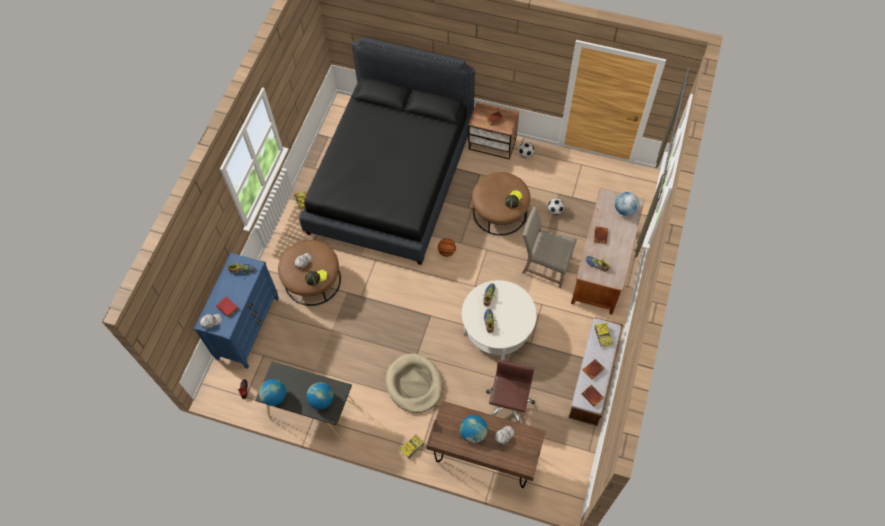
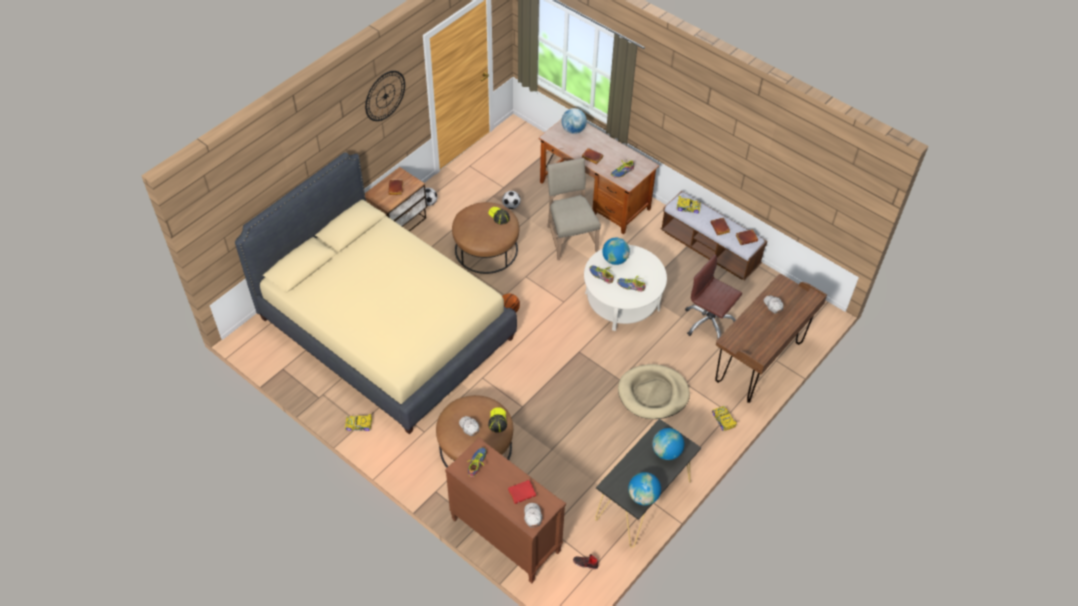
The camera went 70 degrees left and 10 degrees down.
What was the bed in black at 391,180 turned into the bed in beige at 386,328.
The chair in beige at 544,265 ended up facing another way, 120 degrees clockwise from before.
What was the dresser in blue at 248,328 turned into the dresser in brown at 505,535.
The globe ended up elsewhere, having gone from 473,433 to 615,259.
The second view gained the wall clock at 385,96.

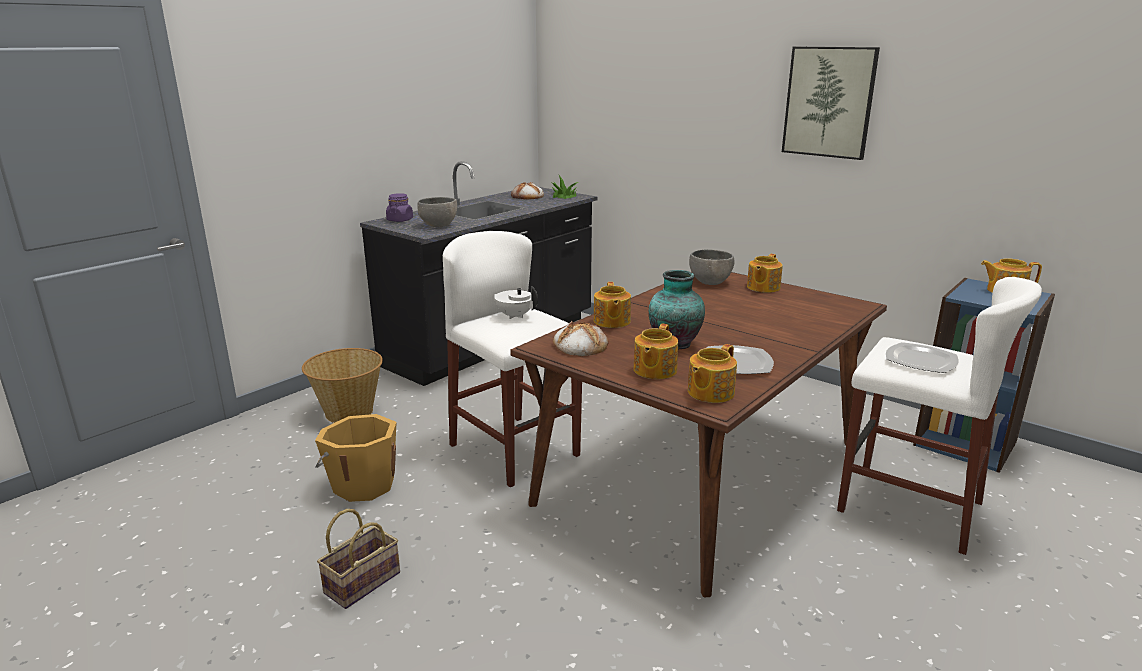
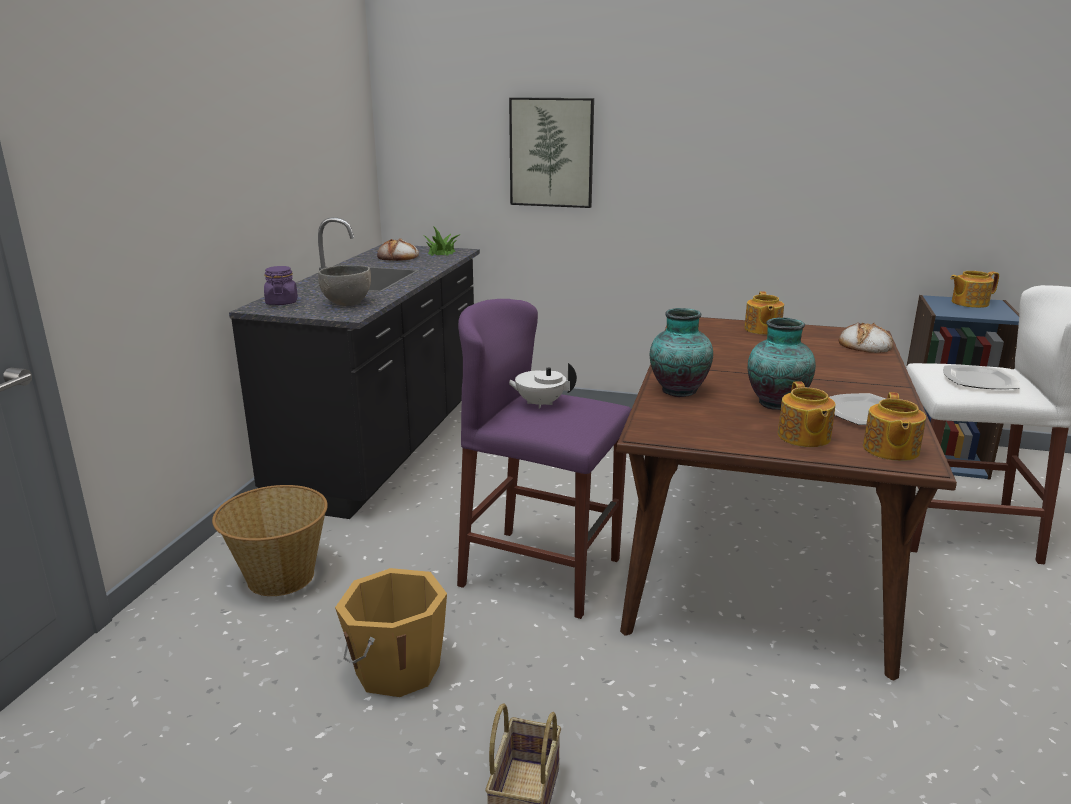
The camera went 25 degrees left and 0 degrees up.
The picture ended up elsewhere, having gone from 829,102 to 551,152.
What was the stool in white at 514,450 turned into the stool in purple at 541,572.
The second view lost the bowl in grey at 710,282.
Where the teapot stood at 611,321, the vase came to stand at 677,391.
The bread ended up elsewhere, having gone from 580,345 to 864,345.

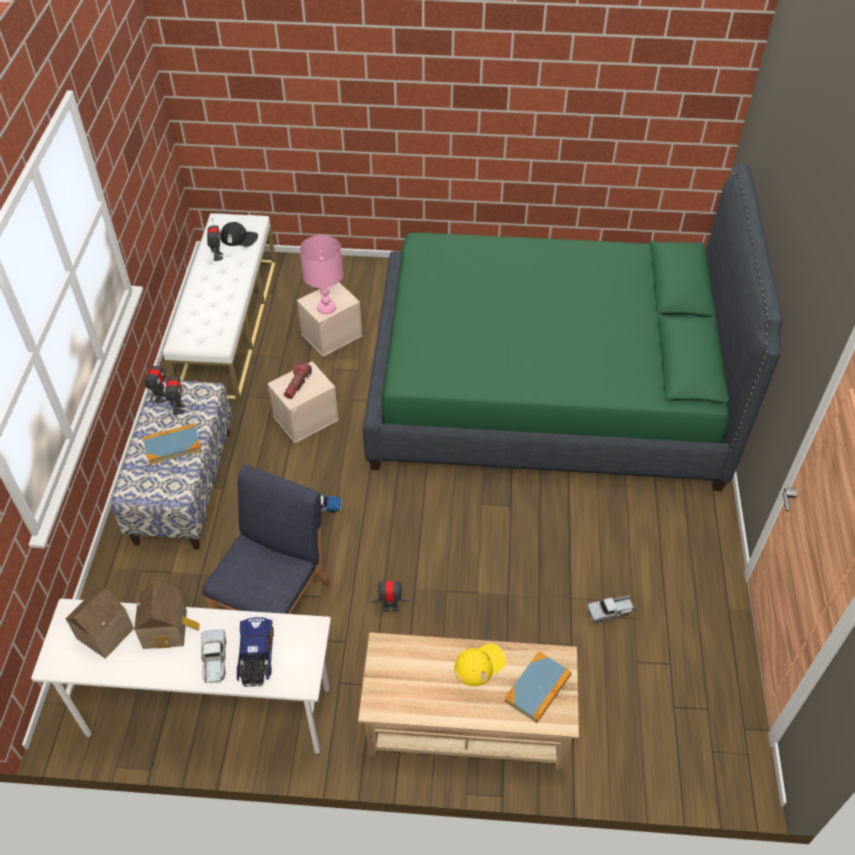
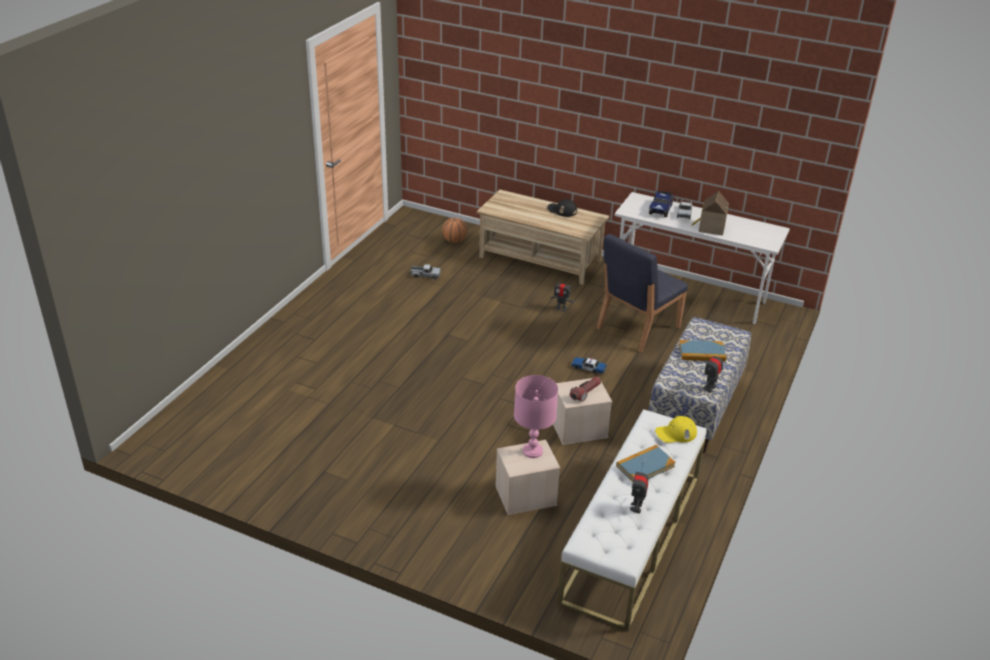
The camera went 160 degrees left and 15 degrees down.
The second view lost the bed in green at 547,389.
The cap in black ended up elsewhere, having gone from 239,238 to 562,210.
The second view lost the toy robot at 178,409.
The second view lost the toy house at 103,632.
The cap in yellow ended up elsewhere, having gone from 479,665 to 675,433.
The book ended up elsewhere, having gone from 537,688 to 645,466.
The second view gained the basketball at 454,241.

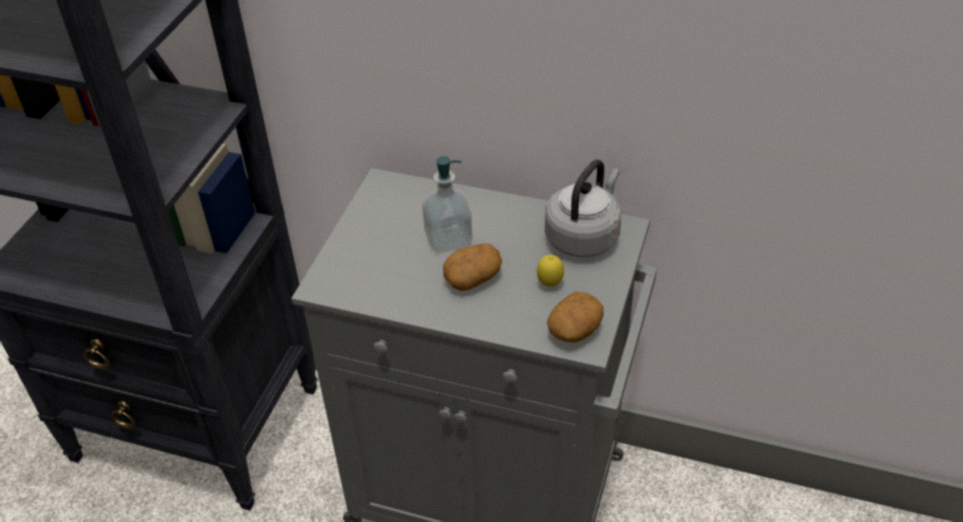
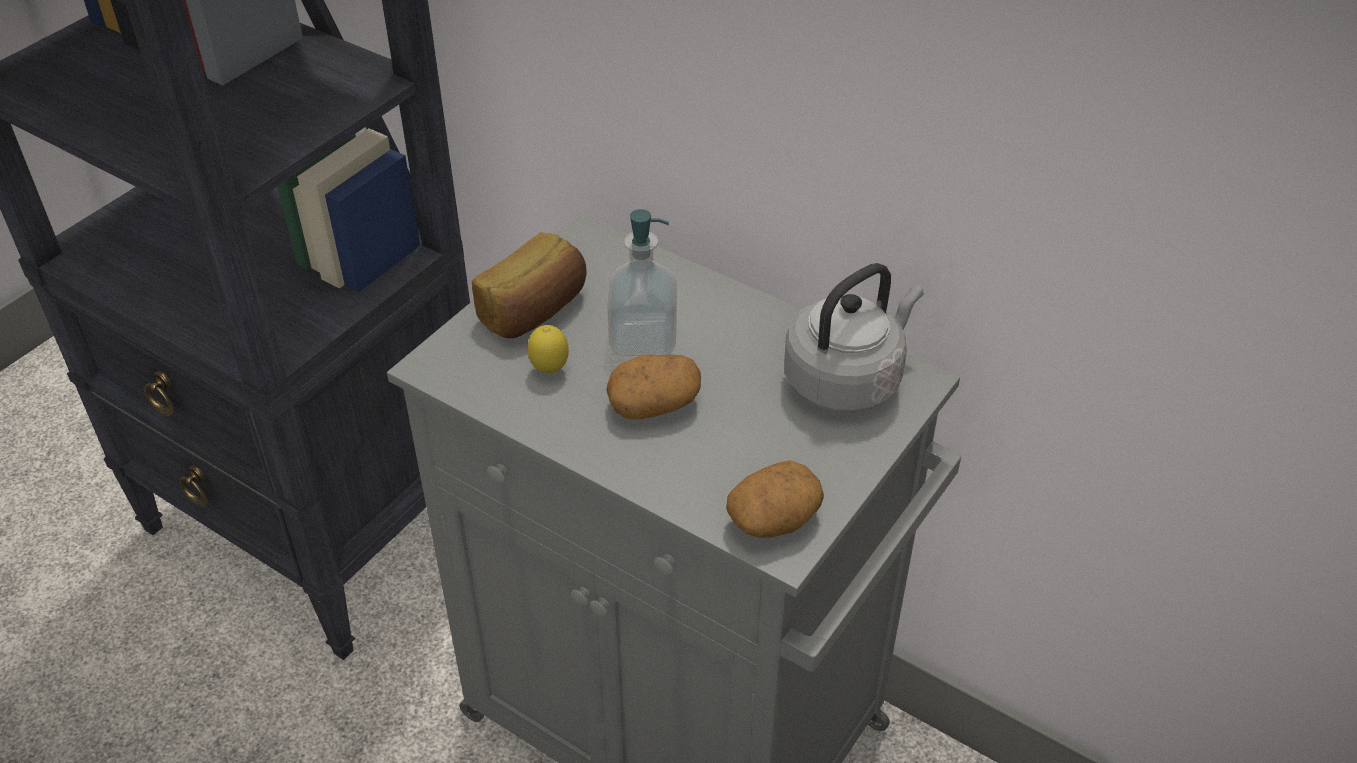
The camera went 15 degrees right and 0 degrees up.
The lemon ended up elsewhere, having gone from 550,284 to 550,370.
The second view gained the bread at 535,310.

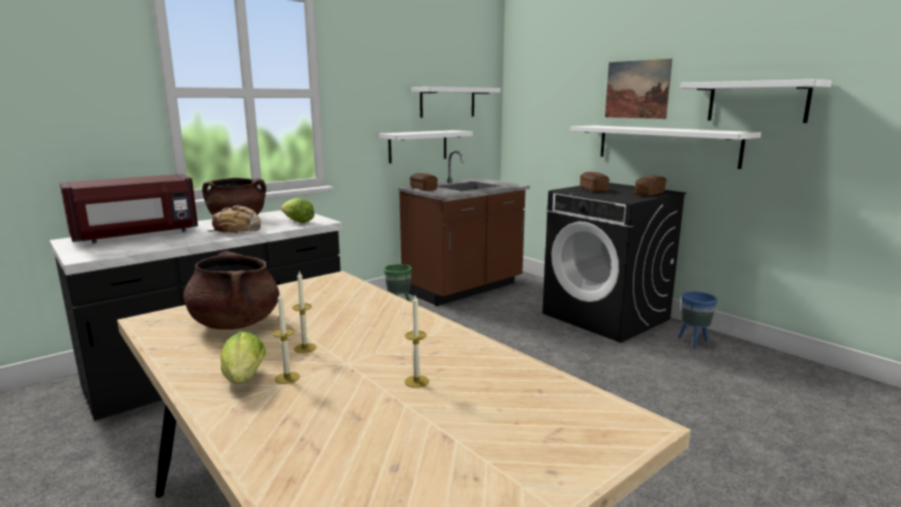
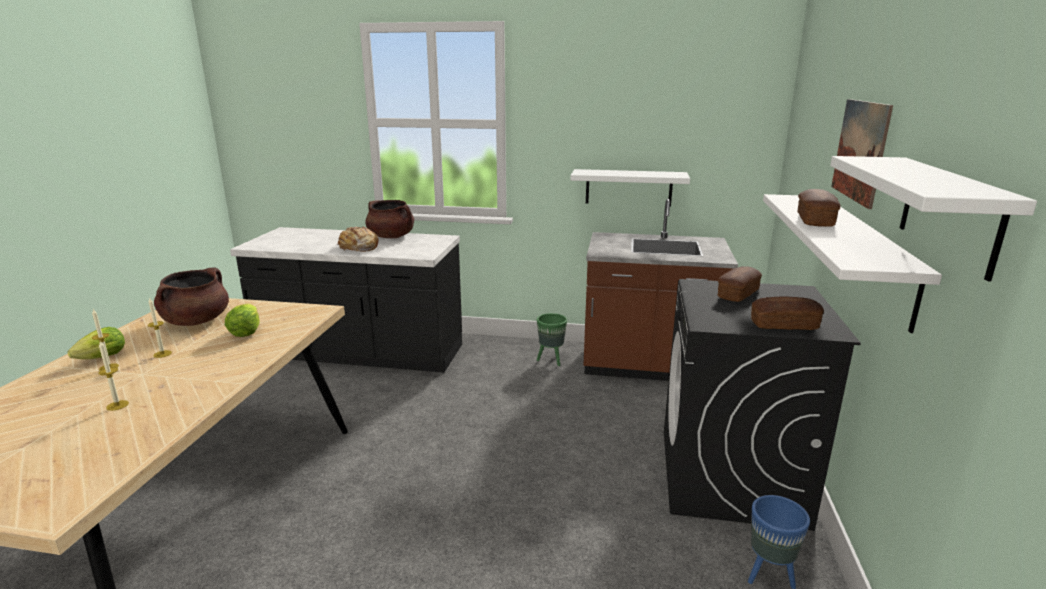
The camera went 50 degrees right and 5 degrees up.
The second view lost the shelf in white at 447,102.
The bread ended up elsewhere, having gone from 423,188 to 815,220.
The second view lost the microwave in red at 137,235.
The lettuce ended up elsewhere, having gone from 298,222 to 246,332.

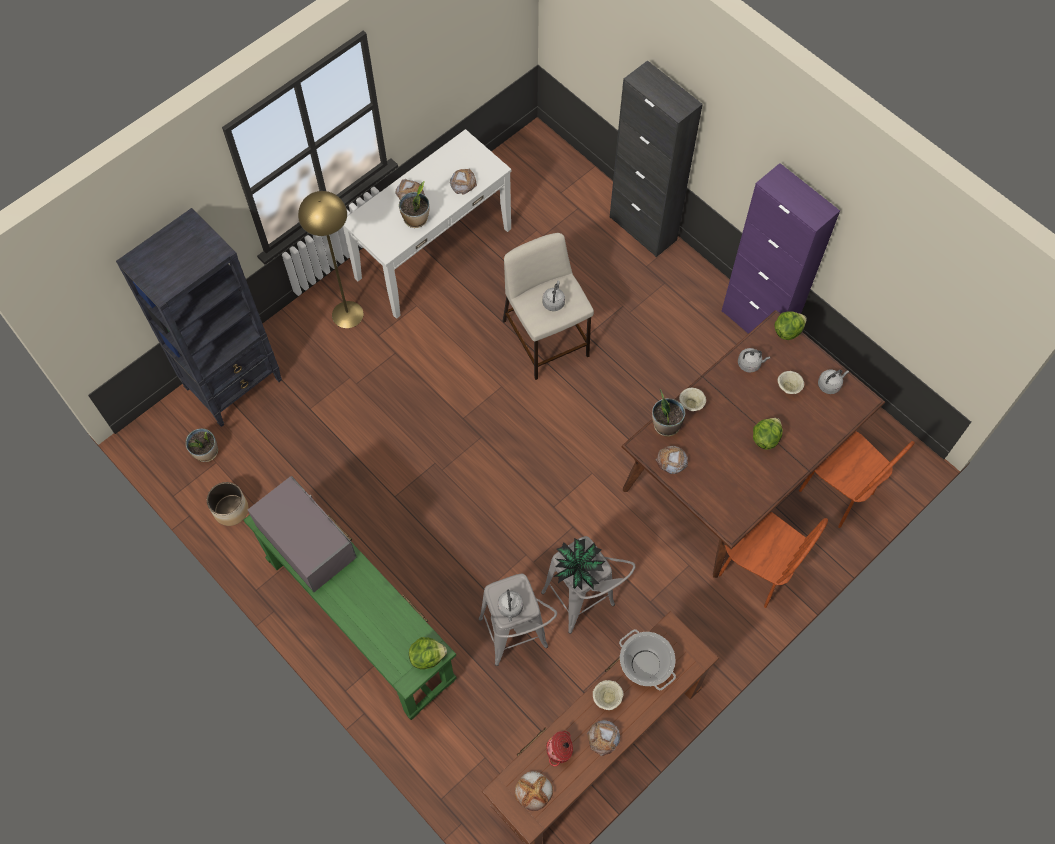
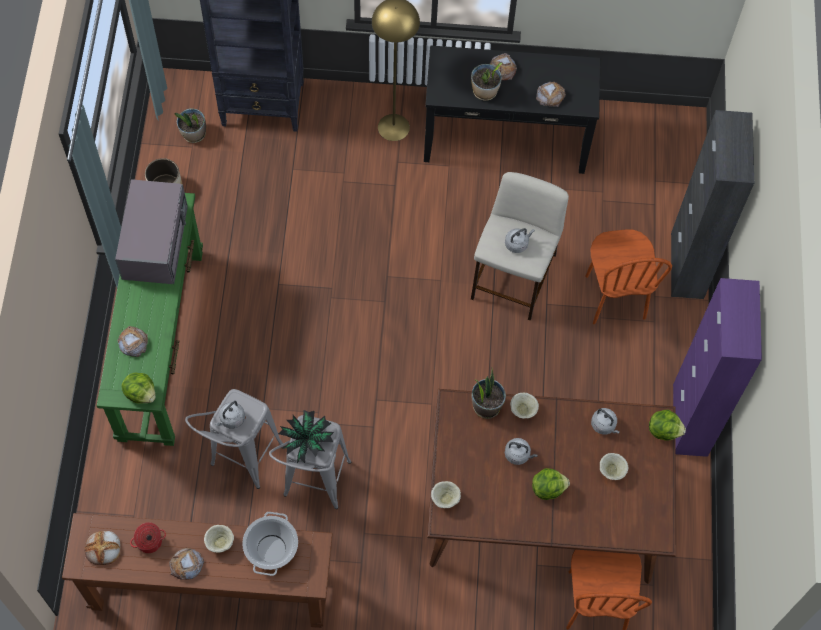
The camera went 45 degrees right and 0 degrees up.
What was the console table in white at 433,253 turned into the console table in black at 505,139.
The kettle in grey ended up elsewhere, having gone from 830,384 to 518,455.
The bread ended up elsewhere, having gone from 671,461 to 133,342.
The chair in brown ended up elsewhere, having gone from 755,571 to 614,297.
The second view gained the bowl in beige at 445,499.

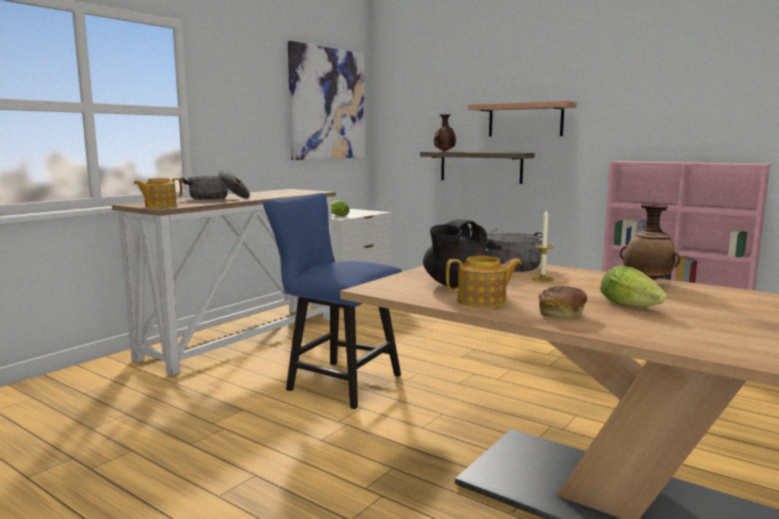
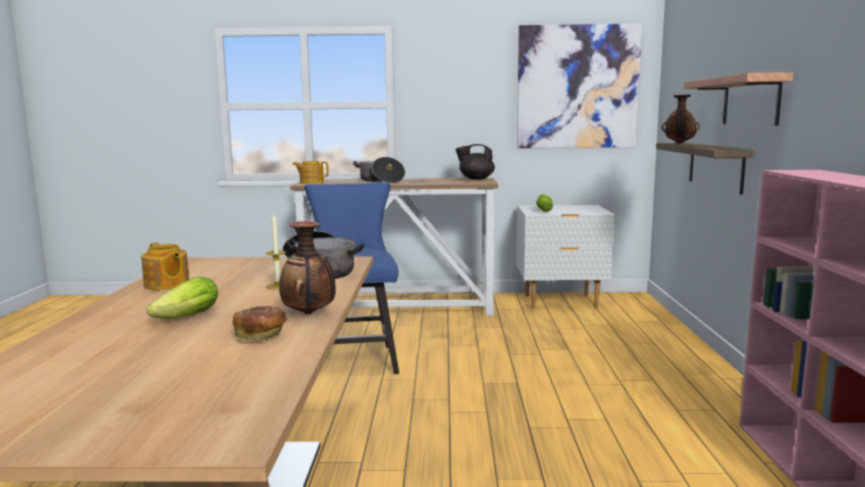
The camera went 55 degrees right and 0 degrees up.
The teapot in black ended up elsewhere, having gone from 455,285 to 476,179.
The bread ended up elsewhere, having gone from 561,314 to 261,336.

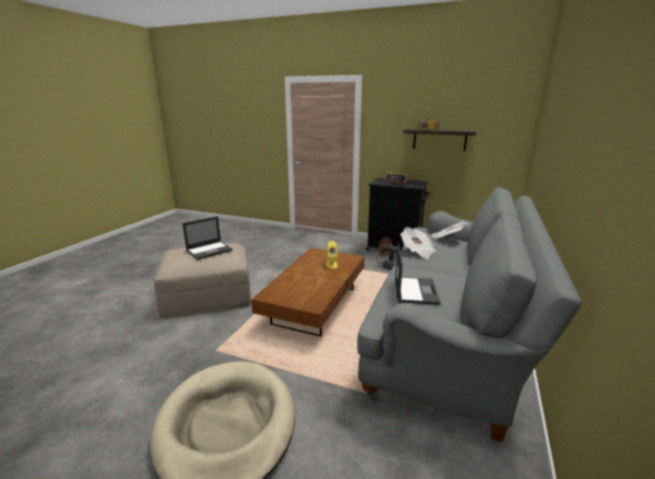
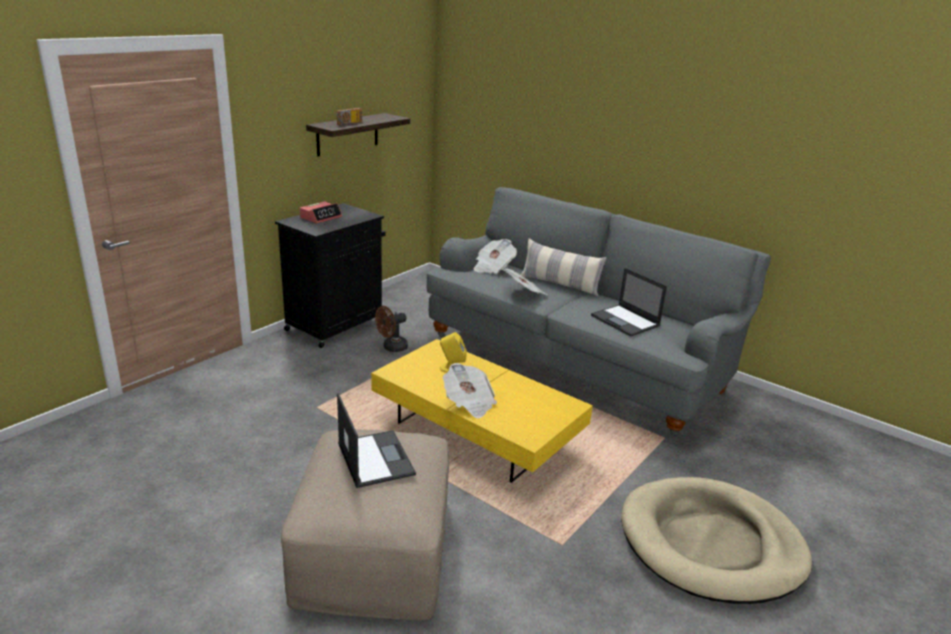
The camera went 75 degrees left and 5 degrees up.
The laptop at 415,290 ended up facing another way, 150 degrees counterclockwise from before.
What was the coffee table in brown at 315,306 turned into the coffee table in yellow at 477,434.
The second view gained the pillow at 560,284.
The second view gained the newspaper at 469,403.

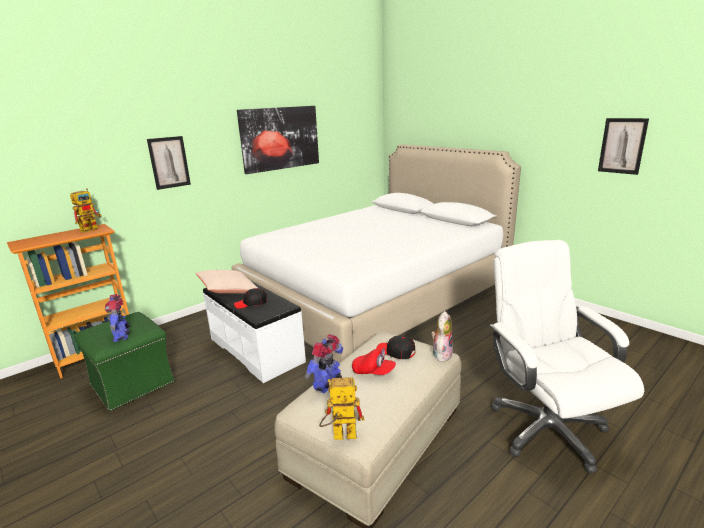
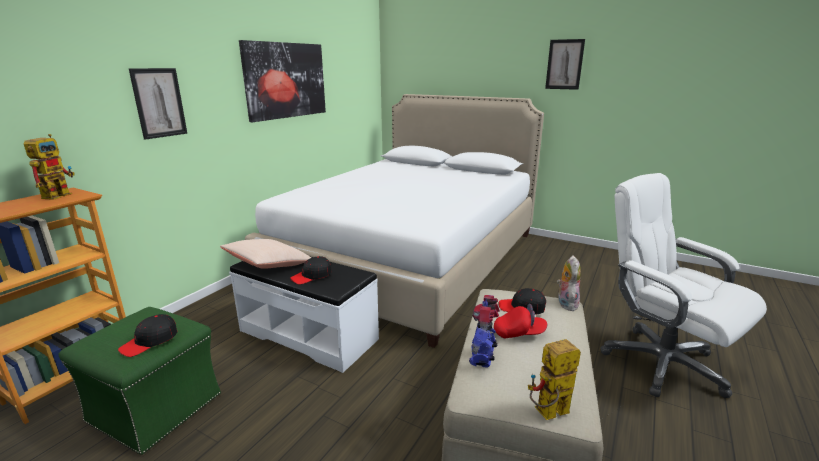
The camera went 20 degrees left and 0 degrees up.
The picture ended up elsewhere, having gone from 622,146 to 564,64.
Where the toy robot stood at 122,335, the cap in black came to stand at 150,341.

